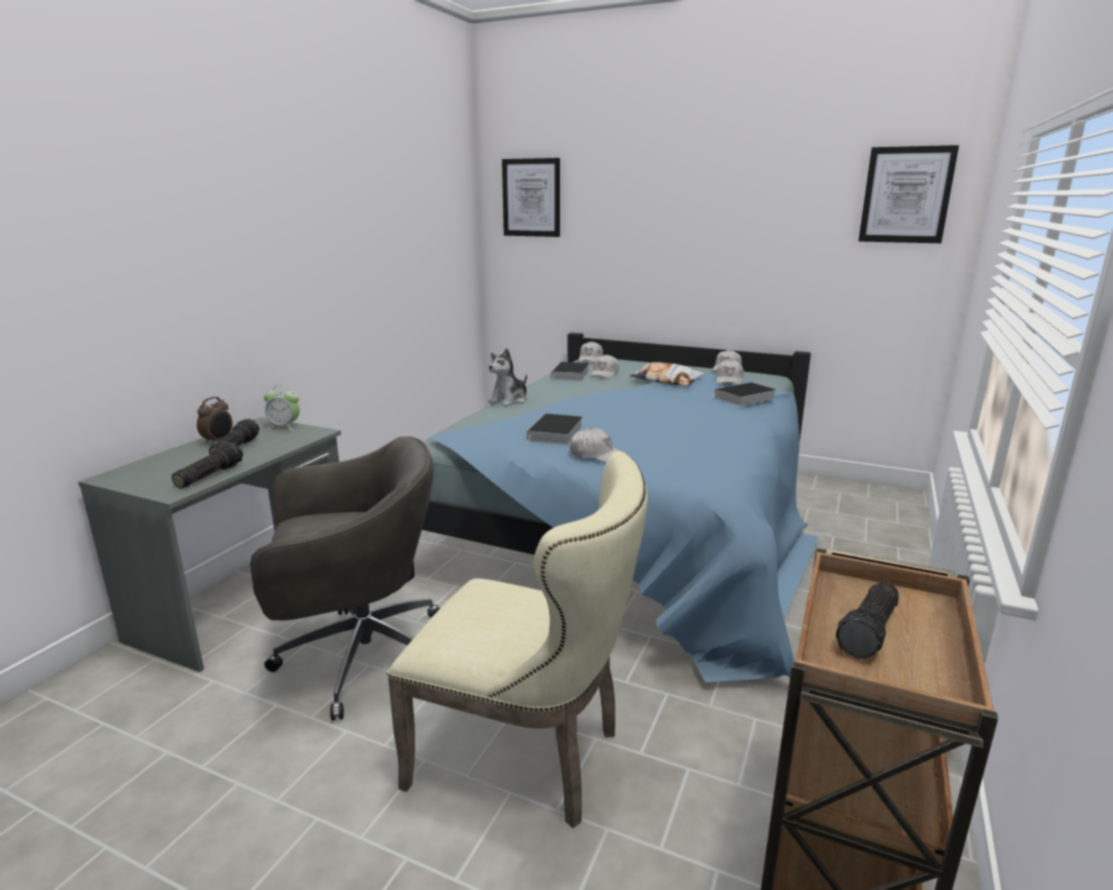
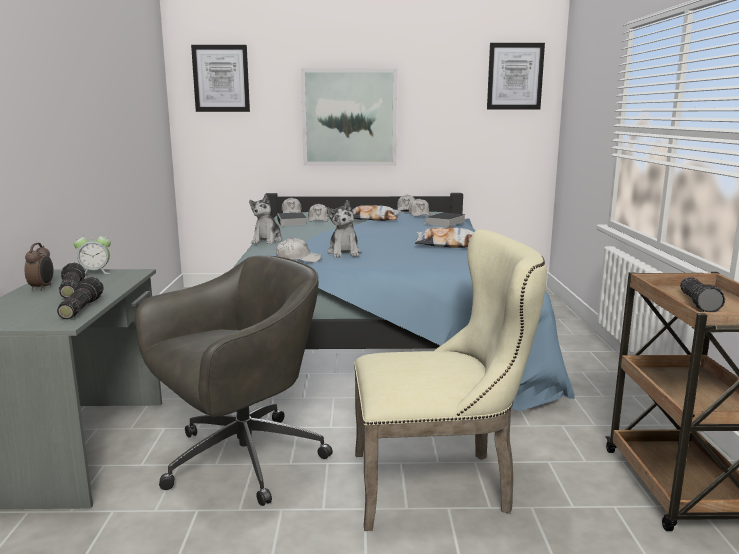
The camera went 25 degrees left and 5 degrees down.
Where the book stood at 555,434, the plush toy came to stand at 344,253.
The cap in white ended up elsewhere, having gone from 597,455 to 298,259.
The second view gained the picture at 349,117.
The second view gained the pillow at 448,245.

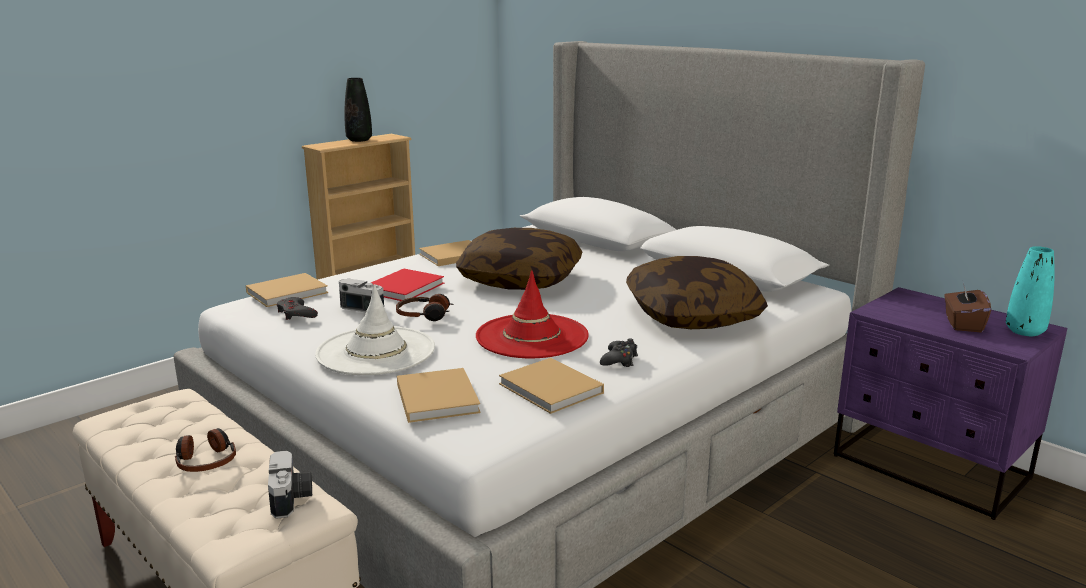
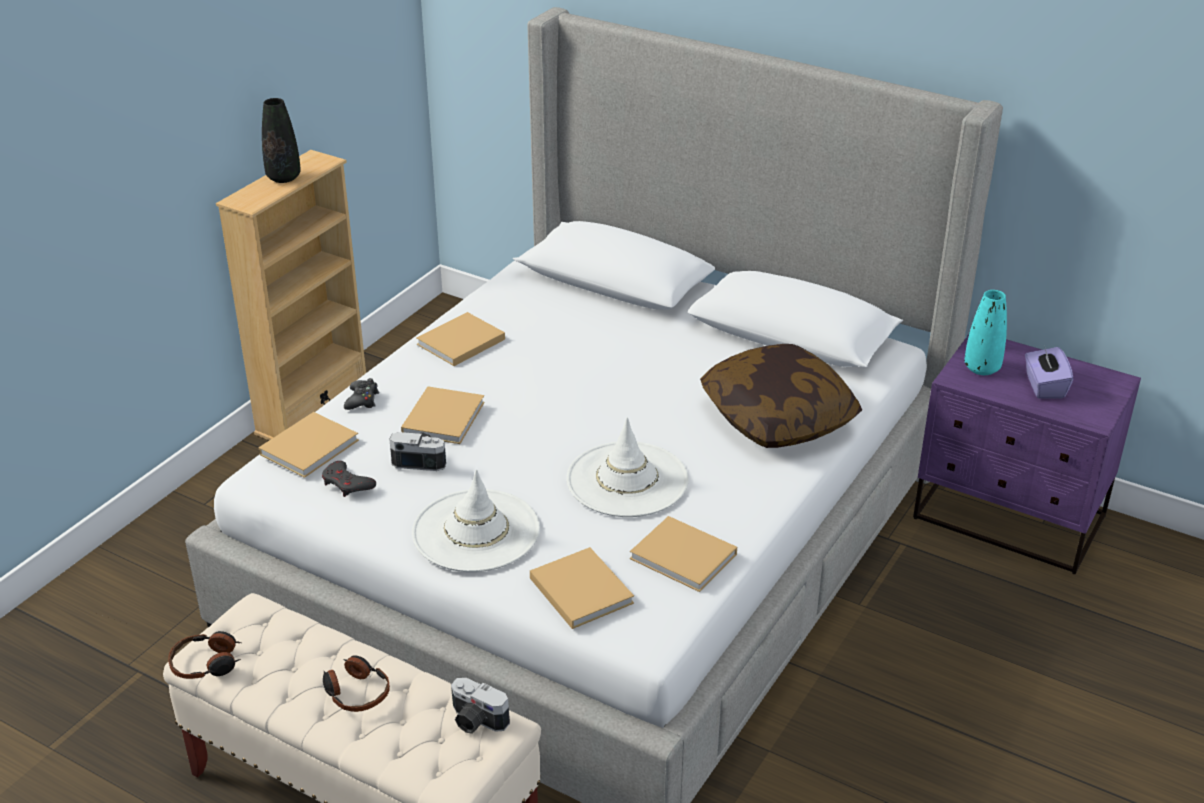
The camera went 15 degrees left and 15 degrees up.
The second view lost the pillow at 520,279.
The vase in turquoise ended up elsewhere, having gone from 1024,331 to 981,368.
What was the book in red at 406,287 turned into the book in beige at 444,416.
What was the hat in red at 532,336 turned into the hat in white at 627,480.
What was the tissue box in brown at 962,324 turned into the tissue box in purple at 1044,386.
The headphones ended up elsewhere, having gone from 424,315 to 207,663.
The game controller in black ended up elsewhere, having gone from 619,360 to 362,400.
The photo camera at 292,498 ended up facing another way, 150 degrees clockwise from before.

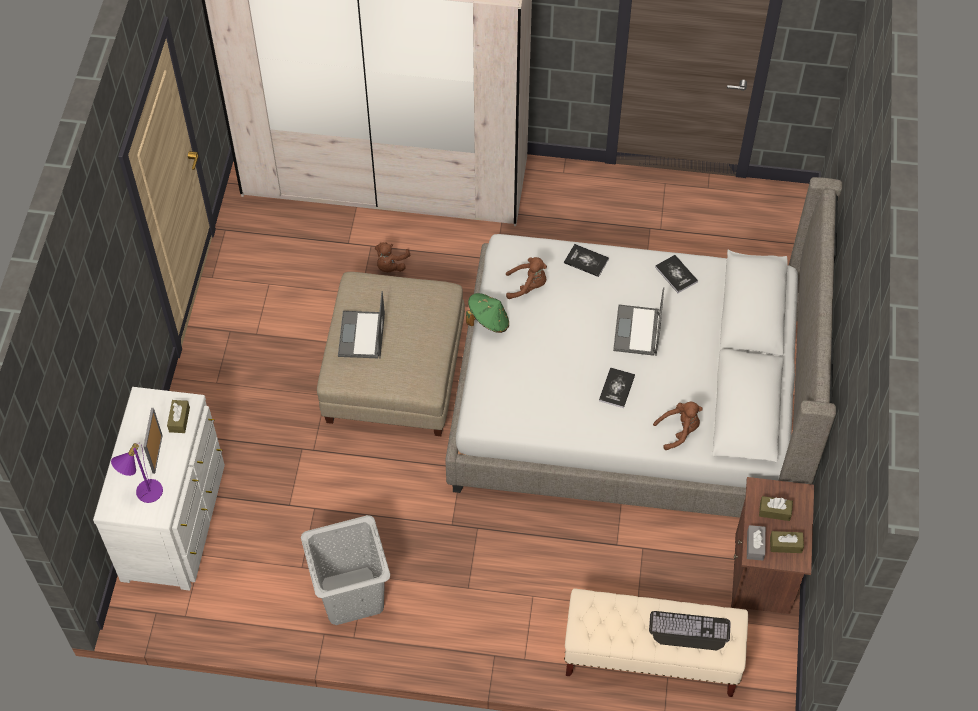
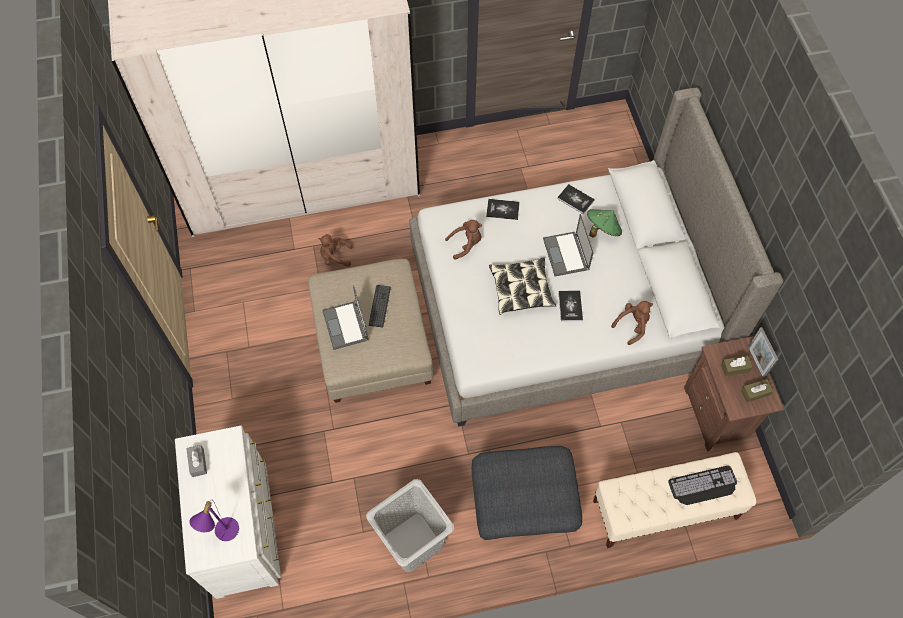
The camera went 20 degrees left and 5 degrees up.
The plush toy in brown at 390,265 ended up facing another way, 90 degrees clockwise from before.
The hat in green ended up elsewhere, having gone from 488,321 to 602,229.
The second view lost the tissue box in brown at 179,419.
The picture frame ended up elsewhere, having gone from 157,454 to 756,362.
The tissue box in grey ended up elsewhere, having gone from 755,545 to 198,462.
The second view gained the pillow at 521,289.
The second view gained the keyboard at 379,306.
The second view gained the ottoman in grey at 522,505.

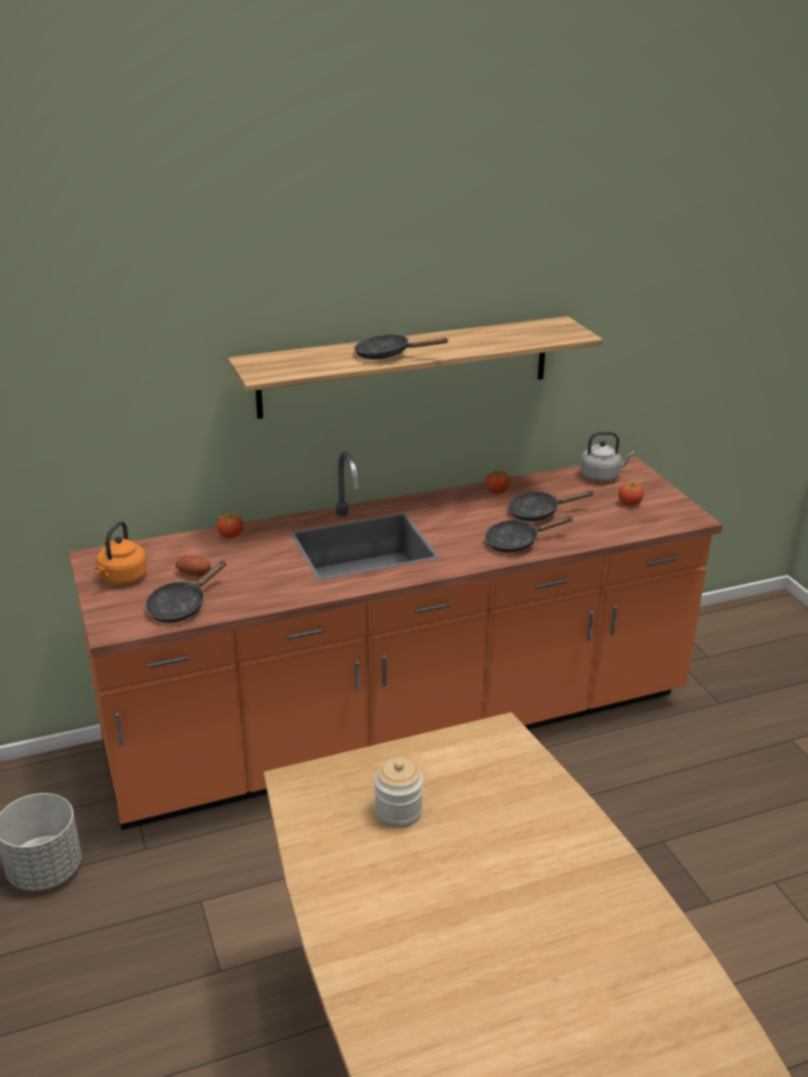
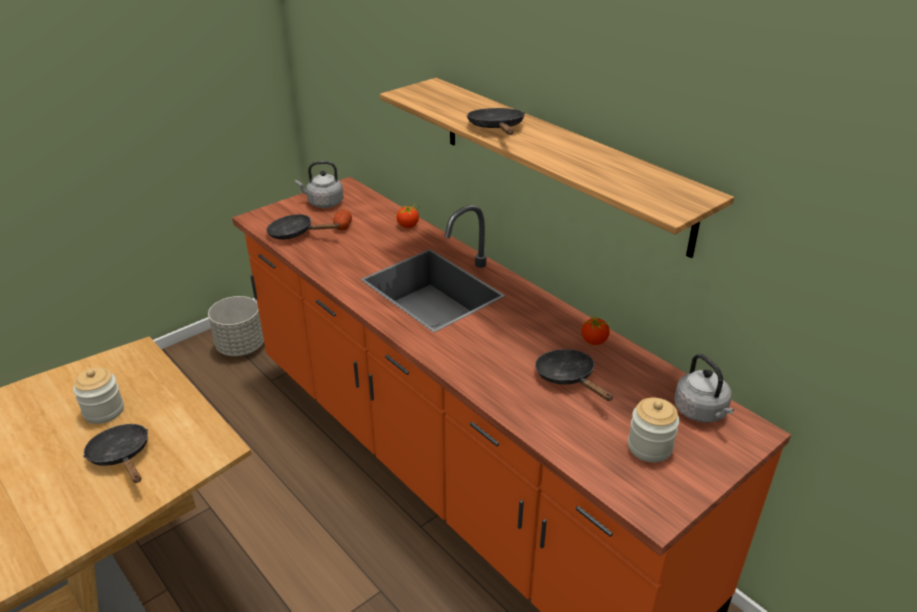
The camera went 70 degrees right and 5 degrees up.
Where the tomato stood at 630,503, the jar came to stand at 649,447.
The frying pan in black ended up elsewhere, having gone from 517,542 to 122,456.
What was the kettle in orange at 122,578 turned into the kettle in grey at 323,203.

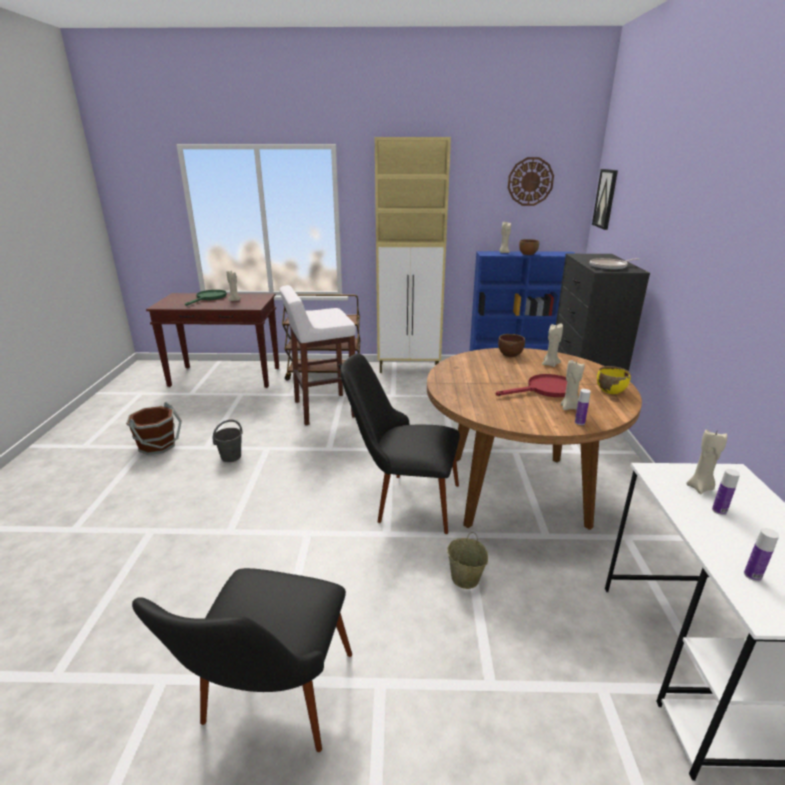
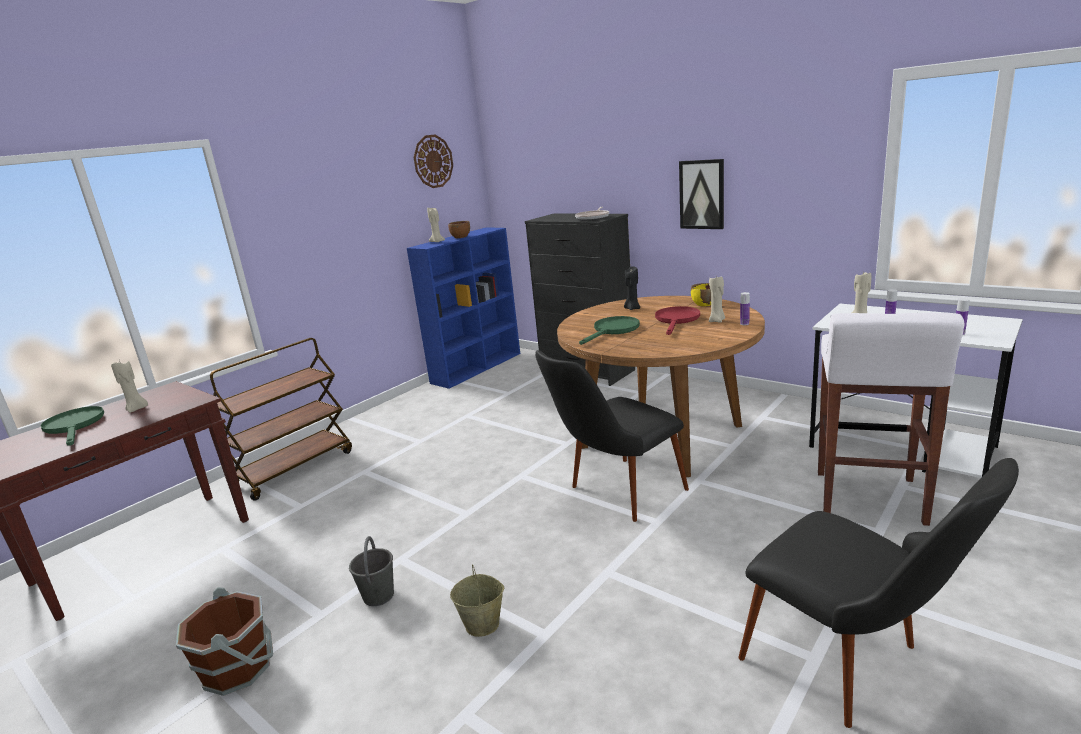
The camera went 50 degrees left and 5 degrees down.
The second view lost the cabinet in beige at 409,368.
The picture ended up elsewhere, having gone from 605,199 to 702,194.
The stool in white ended up elsewhere, having gone from 323,409 to 869,498.
What was the candle in beige at 550,364 turned into the candle in black at 632,308.
The second view lost the bowl in brown at 510,354.
The bucket in beige ended up elsewhere, having gone from 465,578 to 483,624.
The second view gained the frying pan in green at 613,330.

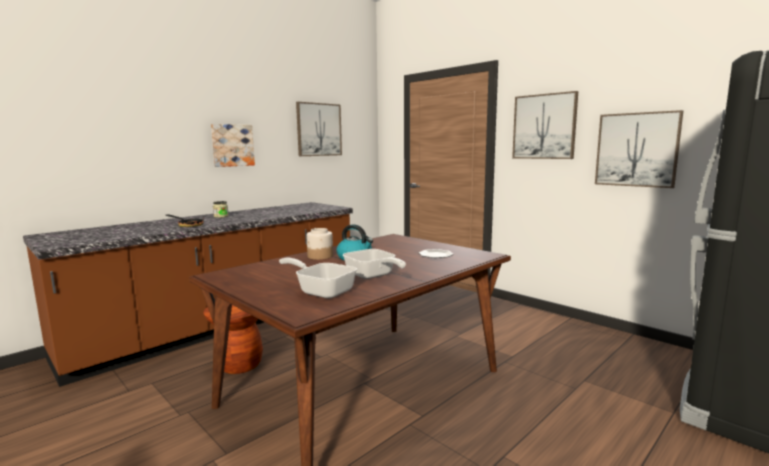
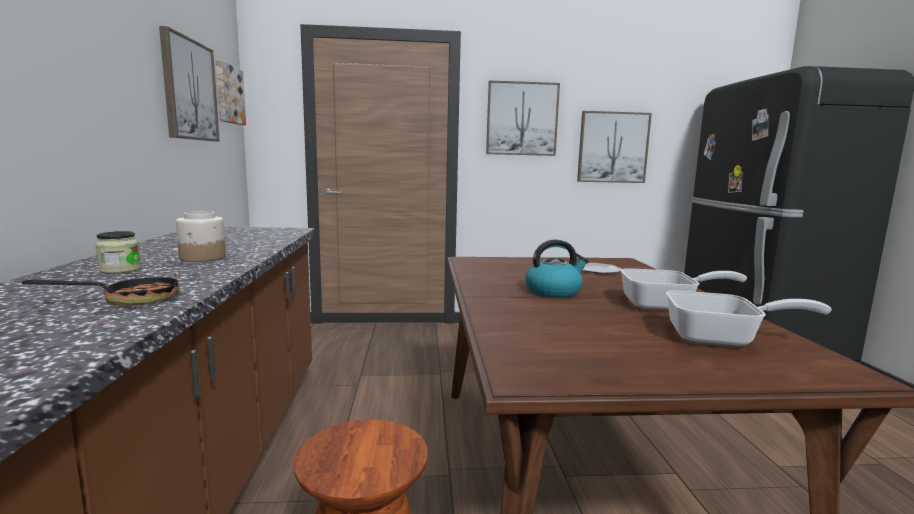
The camera went 50 degrees left and 0 degrees up.
The picture ended up elsewhere, having gone from 232,145 to 228,94.
The jar ended up elsewhere, having gone from 320,256 to 203,258.
The frying pan at 322,291 ended up facing another way, 150 degrees counterclockwise from before.

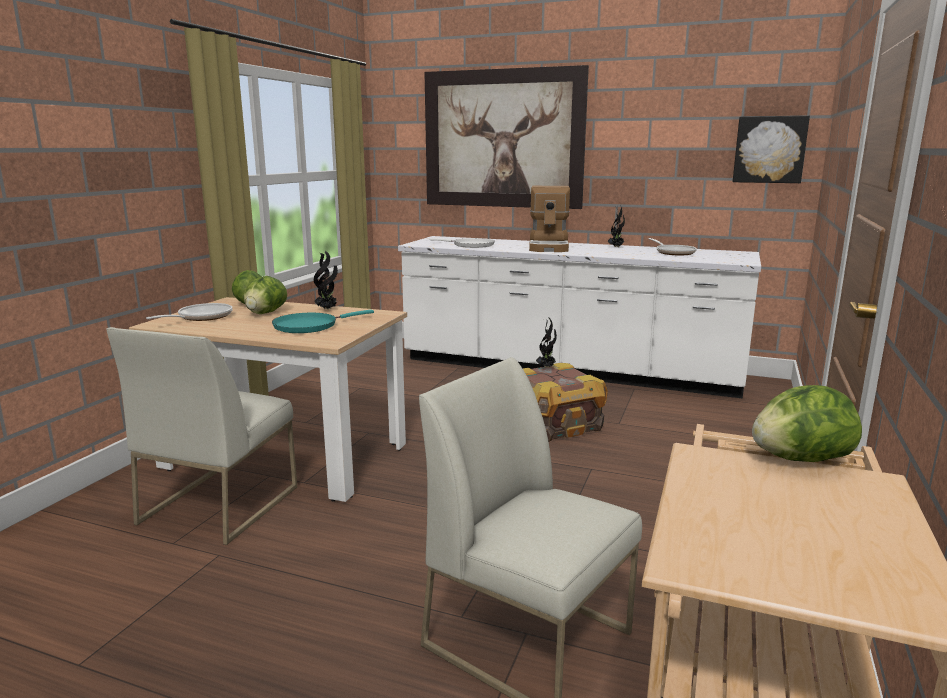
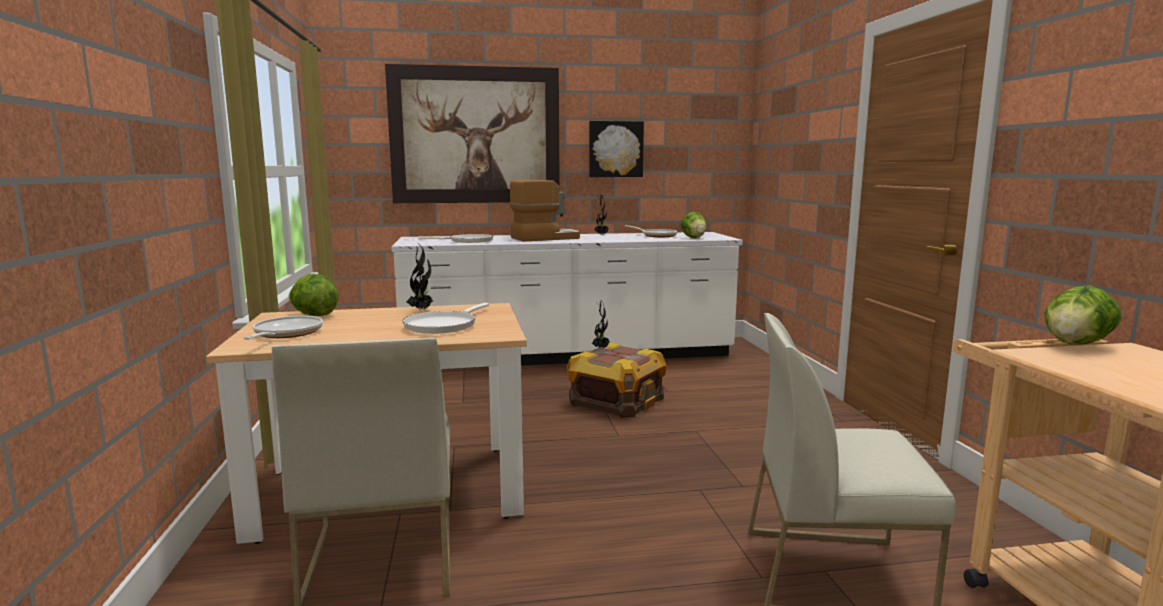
The camera went 30 degrees left and 5 degrees down.
The picture ended up elsewhere, having gone from 769,149 to 615,149.
The coffee machine at 549,247 ended up facing another way, 90 degrees counterclockwise from before.
The lettuce ended up elsewhere, having gone from 265,313 to 694,238.
What was the frying pan in turquoise at 309,326 turned into the frying pan in white at 443,325.

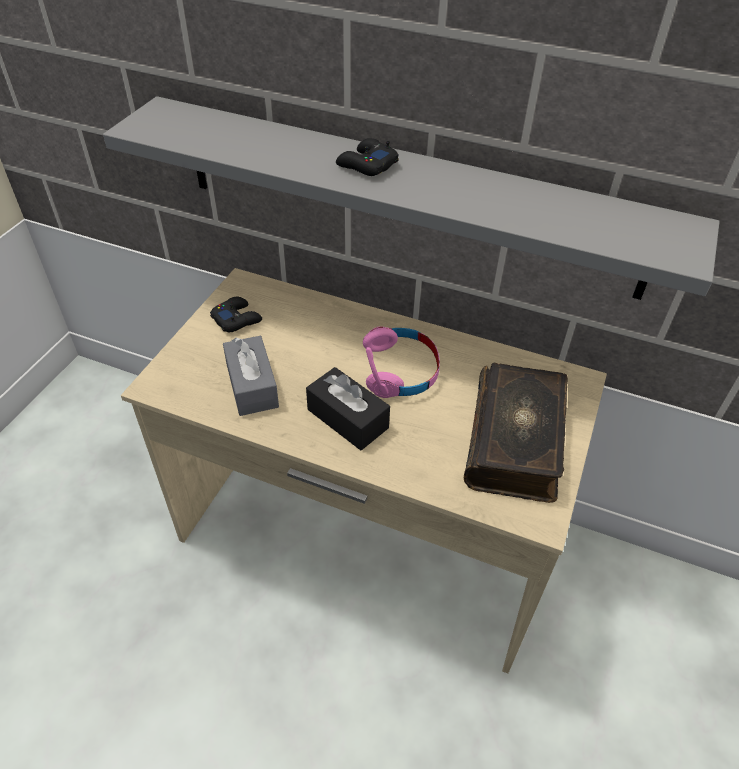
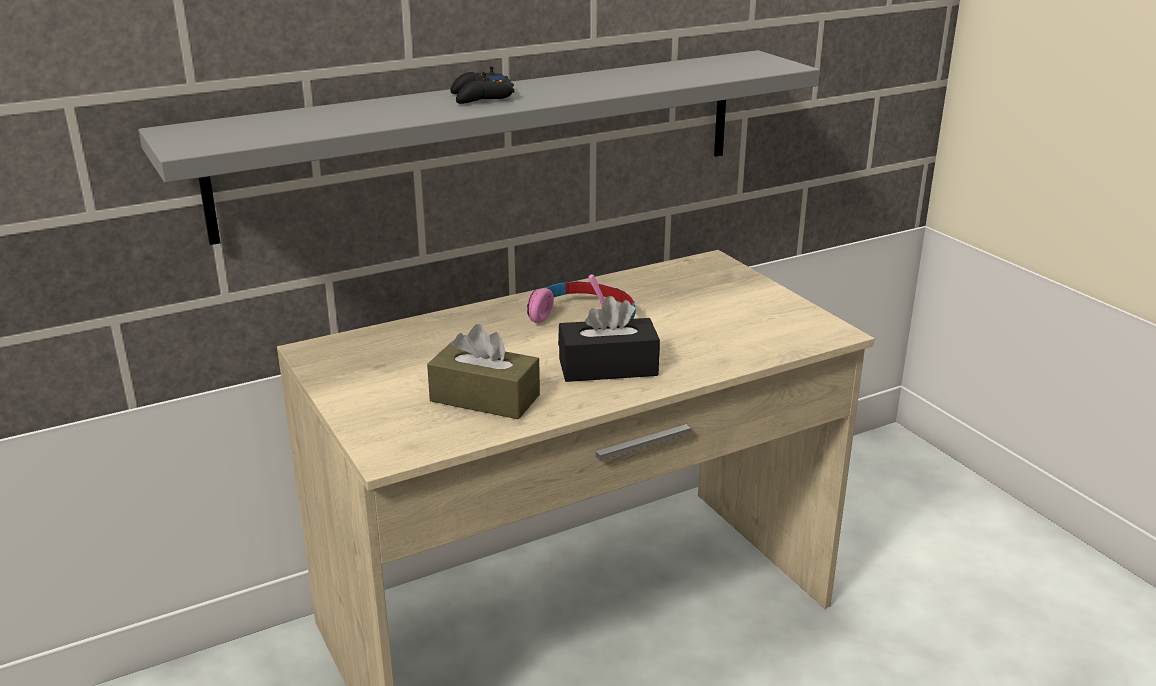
The camera went 50 degrees left and 20 degrees down.
The second view lost the game controller in black at 237,319.
What was the tissue box in grey at 252,386 turned into the tissue box in brown at 485,398.
The second view lost the book at 516,442.

